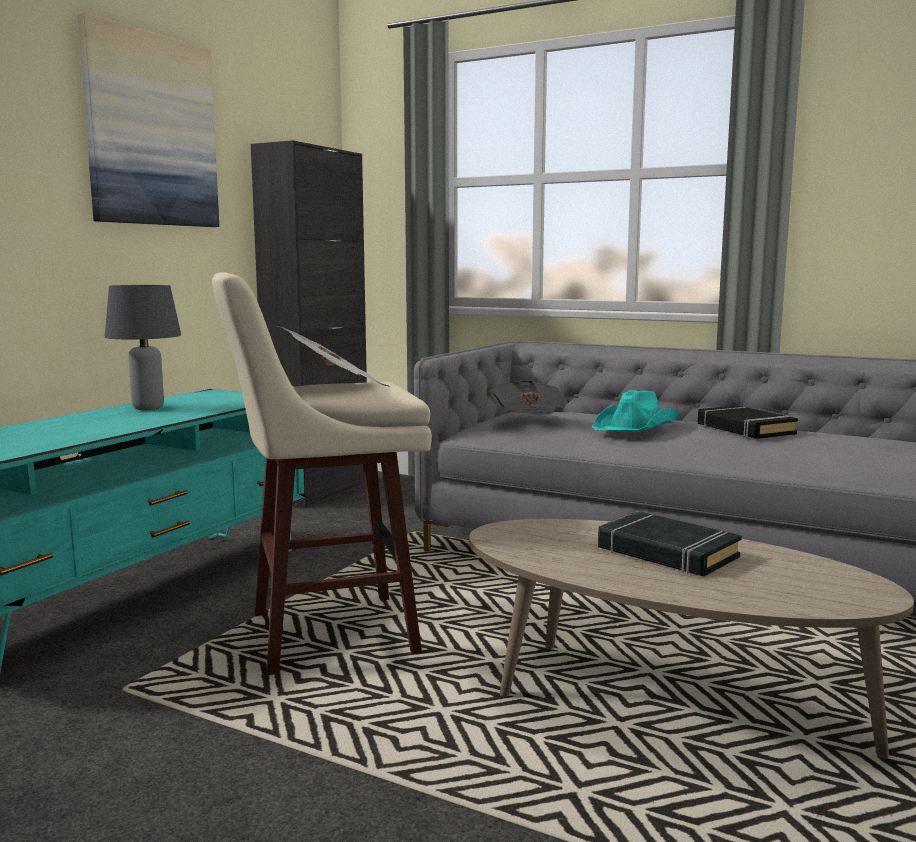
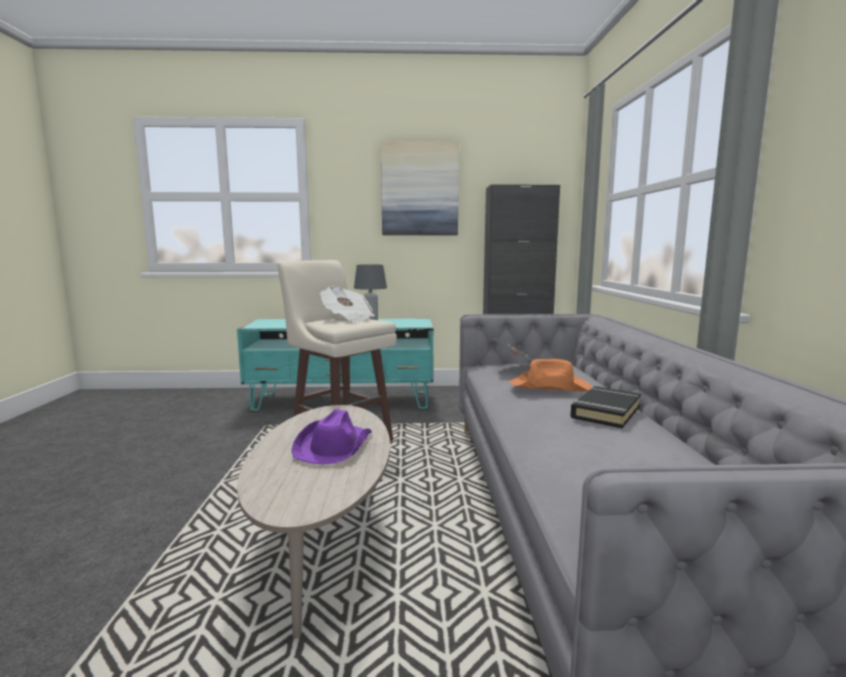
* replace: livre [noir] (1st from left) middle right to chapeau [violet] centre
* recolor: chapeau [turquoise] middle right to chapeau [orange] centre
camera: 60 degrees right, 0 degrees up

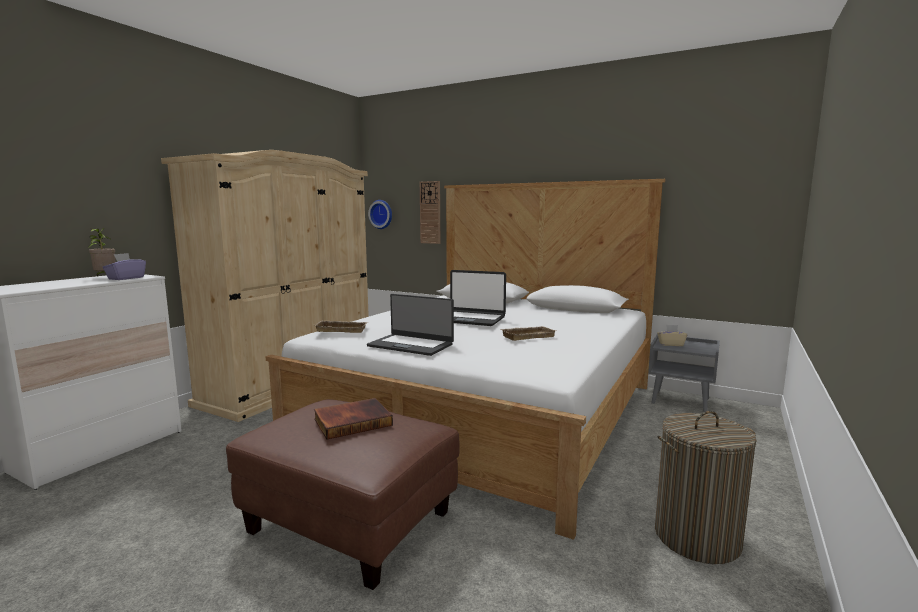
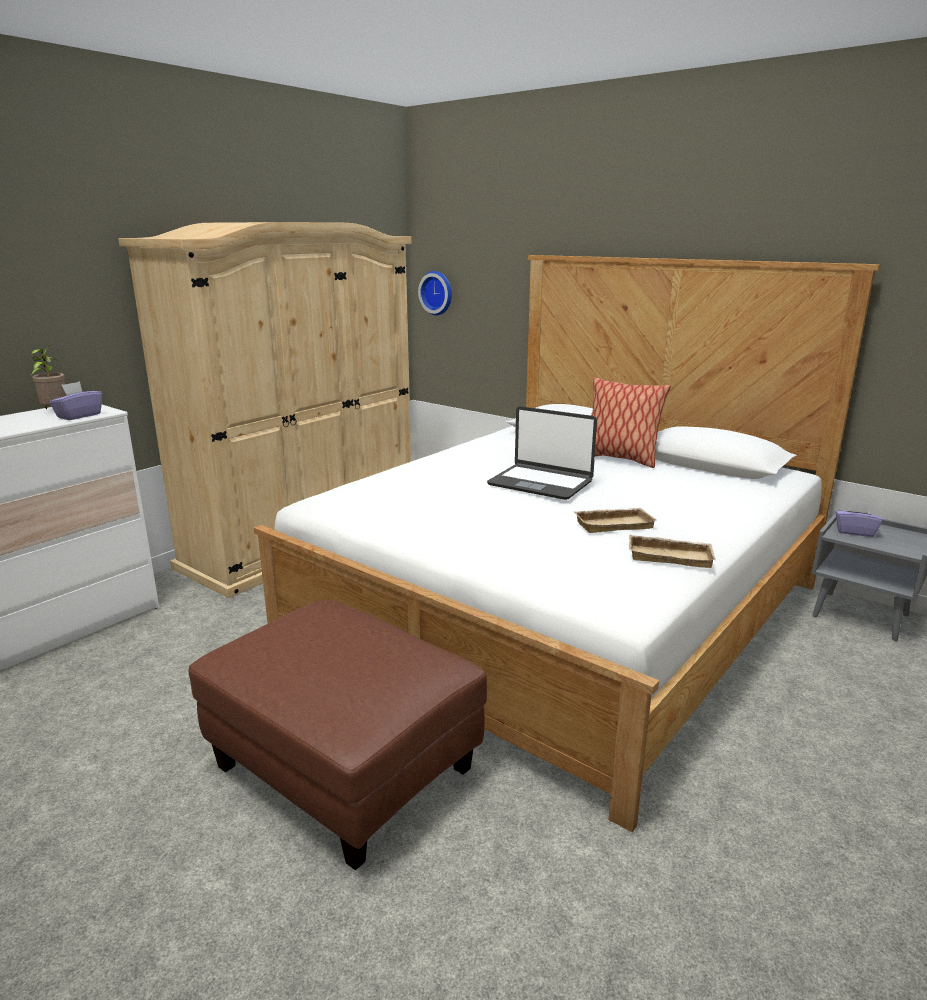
* delete: livre bottom centre
* delete: ordinateur portable (1st from left) centre
* delete: horloge murale (2nd from left) centre
* delete: panier à linge bottom right
* insert: coussin middle right
* move: plateau [beige] (1st from left in the first image) centre to plateau [beige] (2nd from left) middle right
* recolor: boîte à mouchoirs [beige] middle right to boîte à mouchoirs [violet] (2nd from left) middle right
camera: 10 degrees right, 10 degrees up

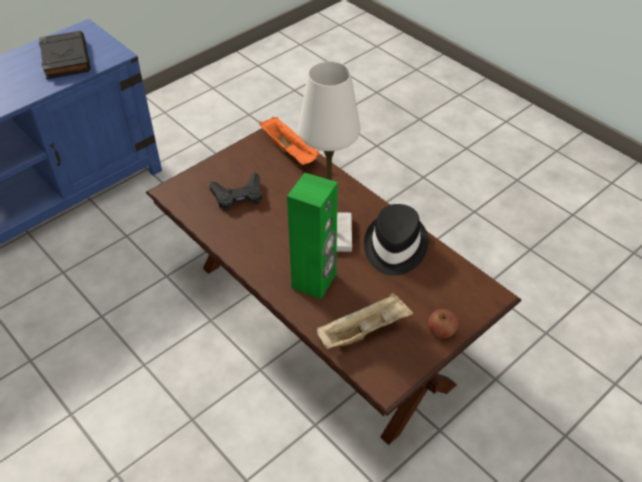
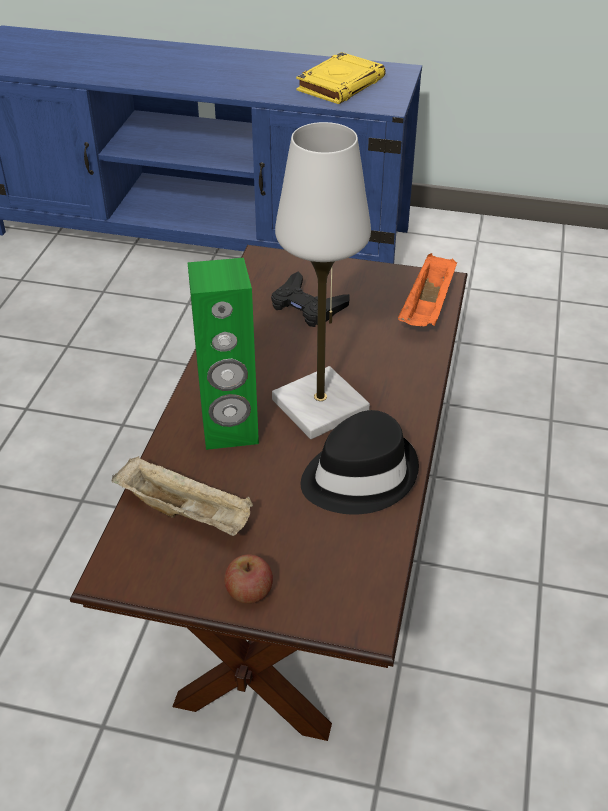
* recolor: livre [noir] top left to livre [jaune] top centre
camera: 55 degrees right, 5 degrees down

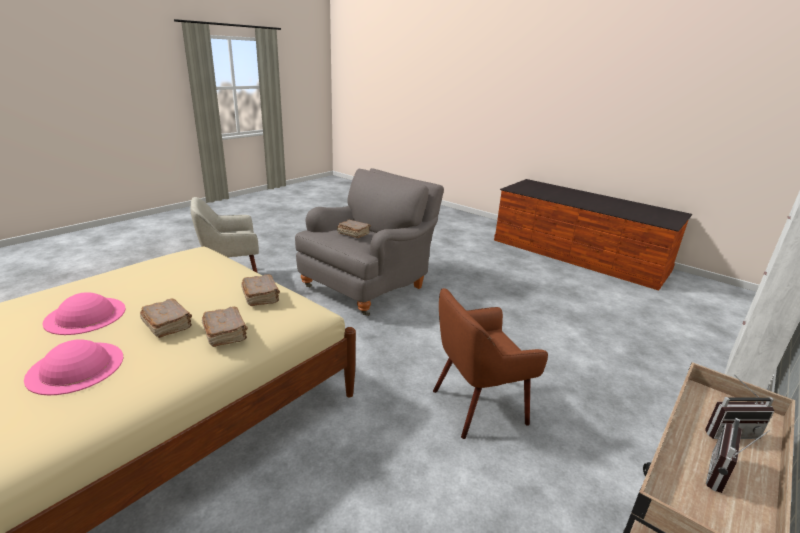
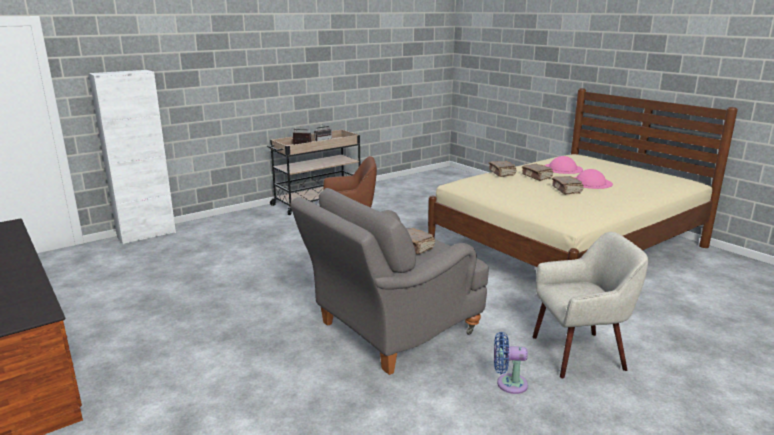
* insert: ventilateur [bleu] bottom centre
* move: livre [marron] (3rd from left in the first image) middle left to livre [marron] (4th from left) middle right
camera: 165 degrees left, 5 degrees down

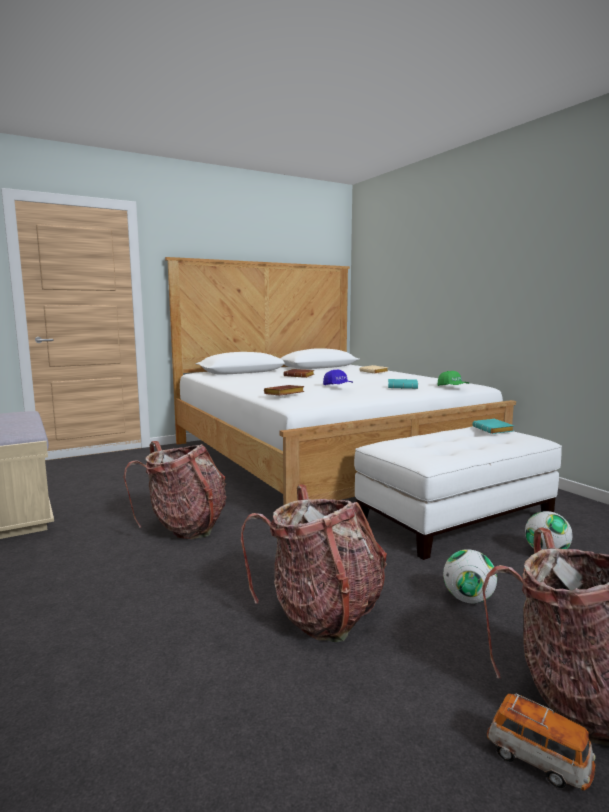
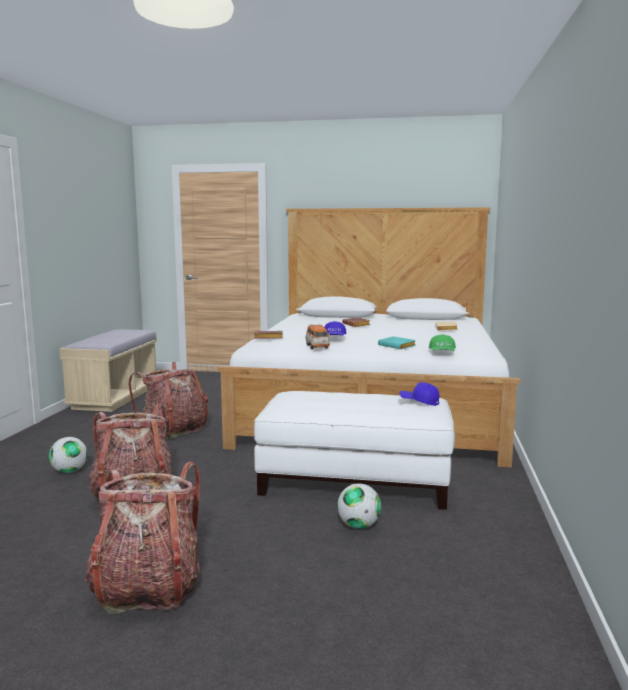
* move: ballon de foot (1st from left) bottom right to middle left
* move: petite voiture bottom right to centre
* replace: livre [turquoise] (2nd from left) middle right to casquette [bleu] (2nd from left) middle right
camera: 40 degrees right, 0 degrees up

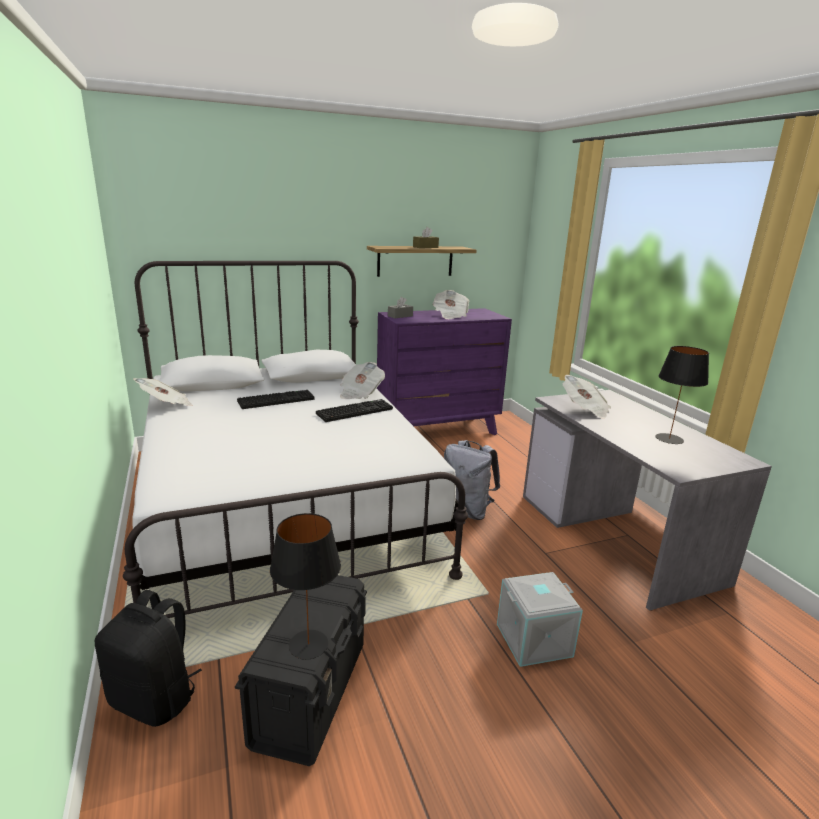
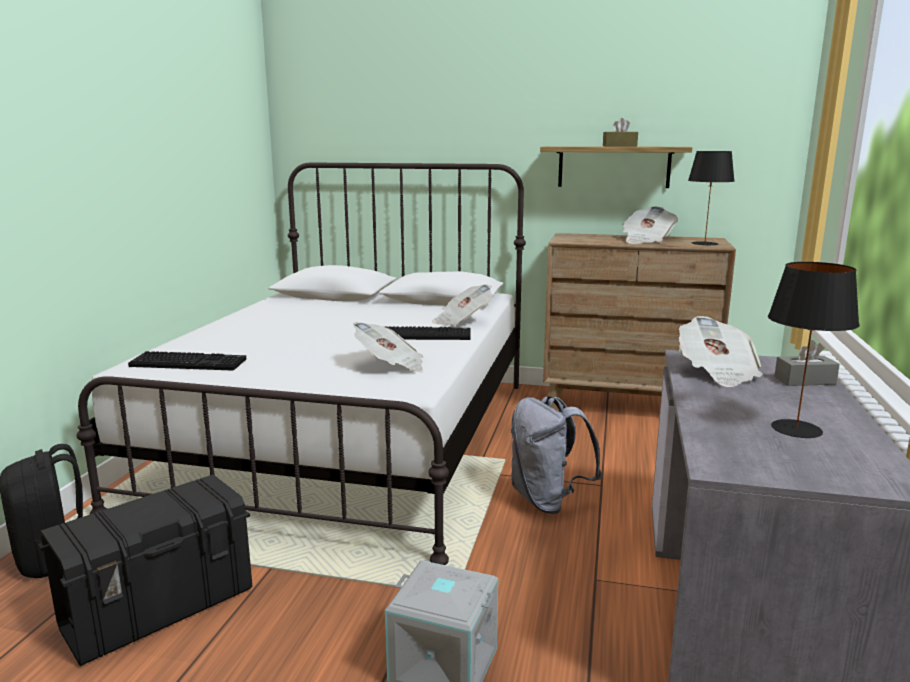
* move: journal (1st from left) middle left to centre
* move: clavier (1st from left) centre to middle left
* move: lampe de table [noir] (1st from left) bottom centre to top right
* move: boîte à mouchoirs [gris] centre to middle right
* recolor: commode [violet] centre to commode [marron] middle right
camera: 35 degrees right, 5 degrees down

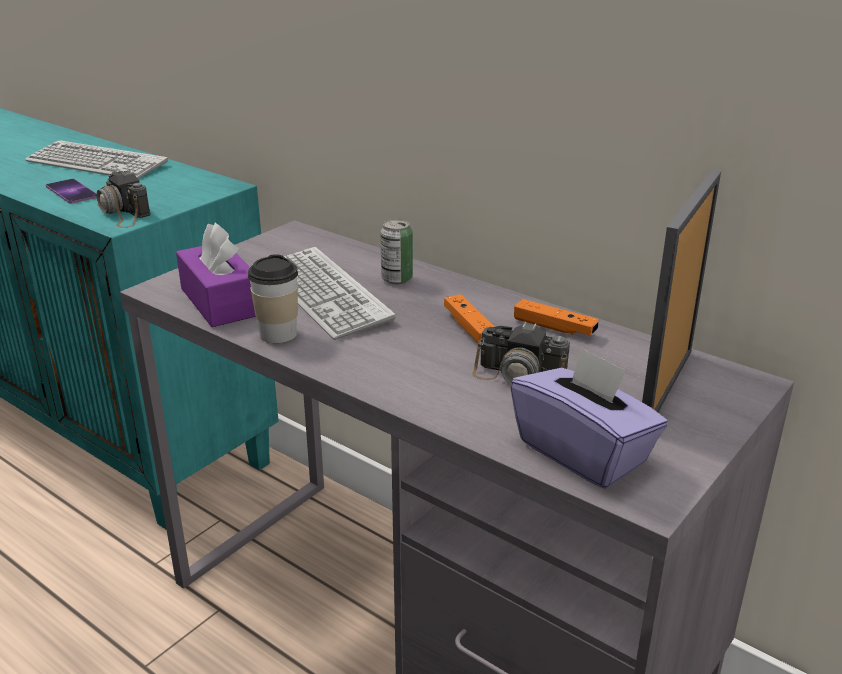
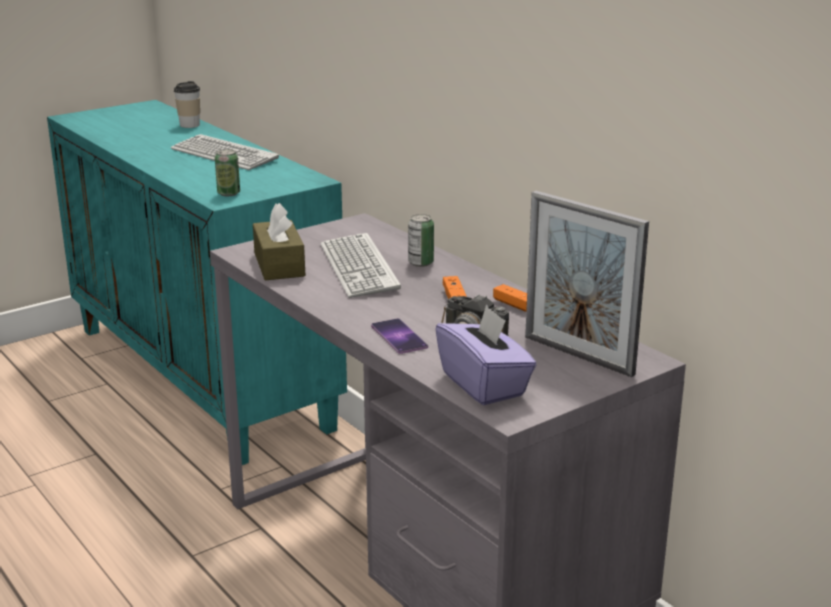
* move: téléphone top left to centre
* move: tasse middle left to top left
* replace: appareil photo (1st from left) top left to boîte métallique (1st from left) top left
* recolor: boîte à mouchoirs [violet] (1st from left) middle left to boîte à mouchoirs [marron] centre
* rotate: cadre photo middle right = middle right 90 degrees counterclockwise
camera: 15 degrees right, 5 degrees down

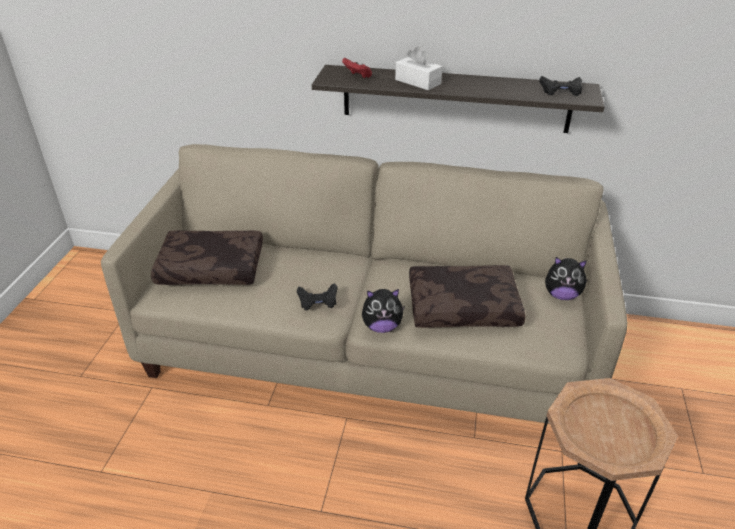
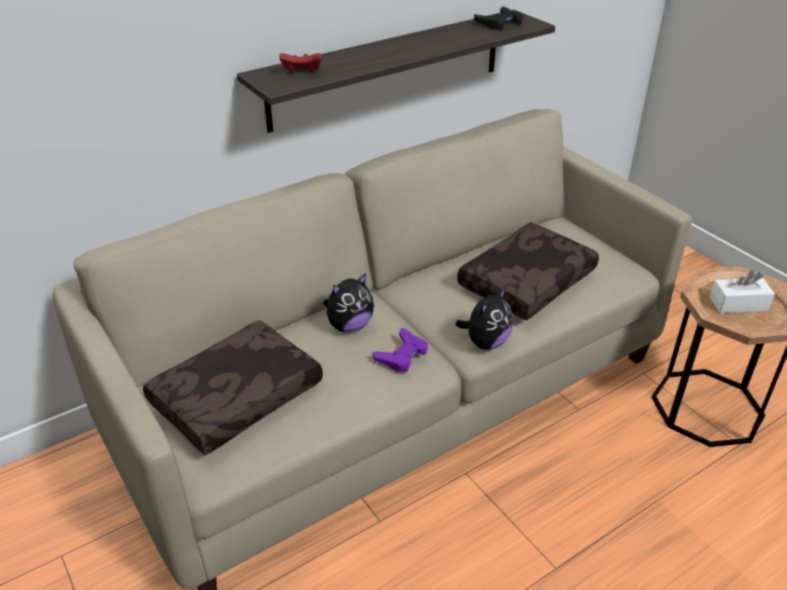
* move: boîte à mouchoirs [blanc] top centre to middle right
* move: peluche (2nd from left in the first image) middle right to peluche (1st from left) centre
* recolor: manette [noir] (1st from left) centre to manette [violet] centre
camera: 45 degrees left, 0 degrees up

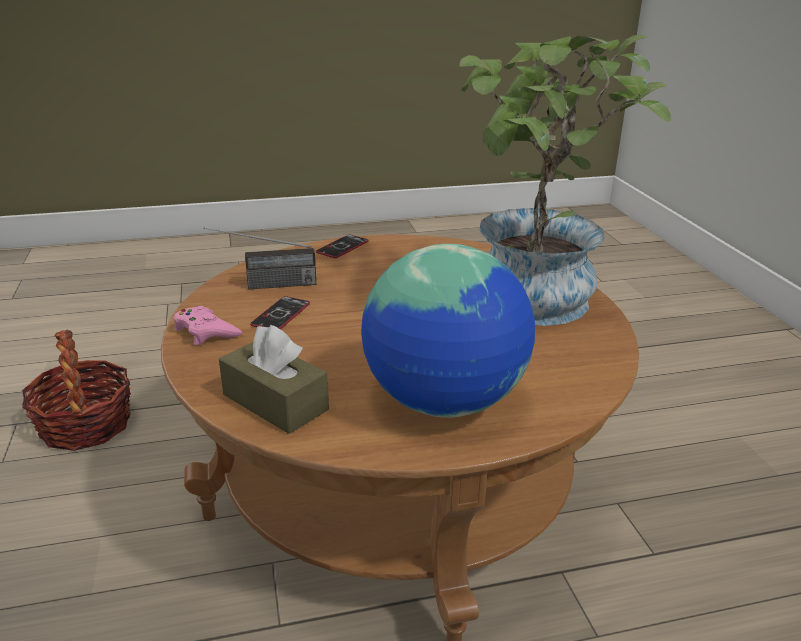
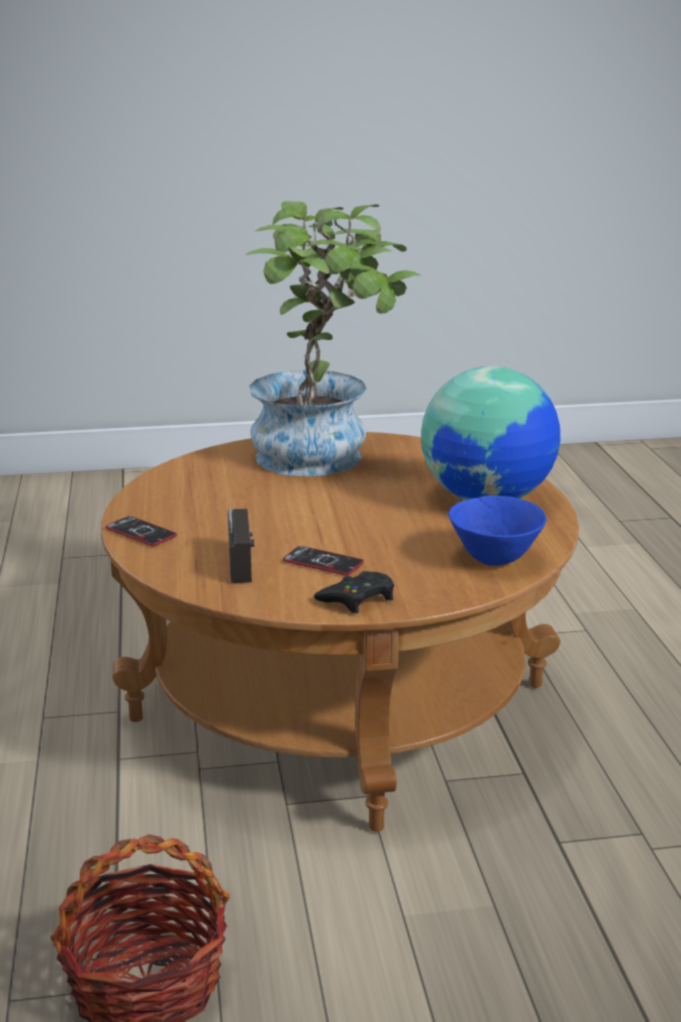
* replace: boîte à mouchoirs [marron] centre to bol [bleu] middle right
* recolor: manette [rose] middle left to manette [noir] centre
camera: 85 degrees left, 5 degrees down

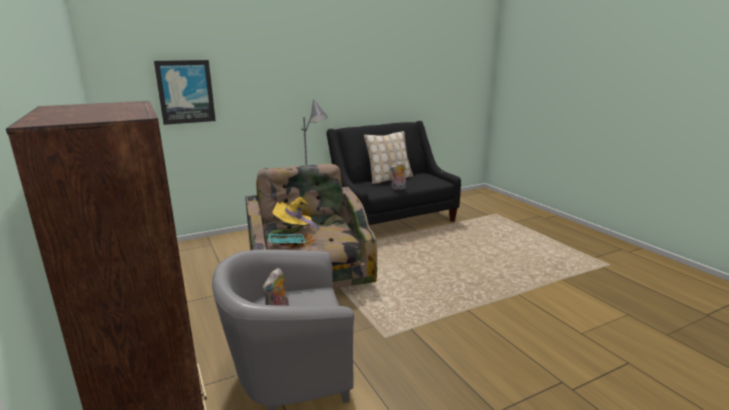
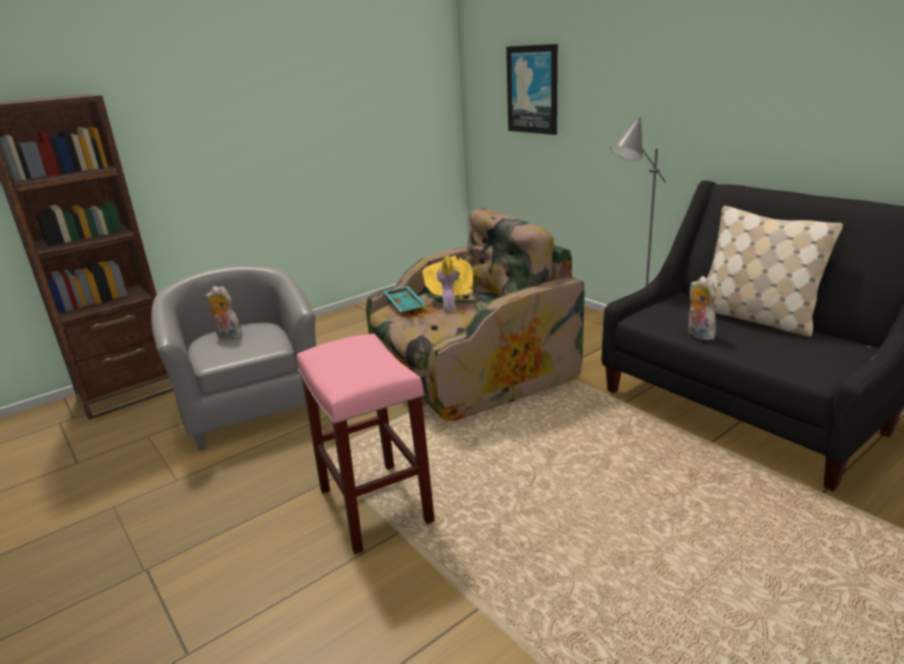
* insert: tabouret [rose] bottom centre
camera: 80 degrees right, 5 degrees up

